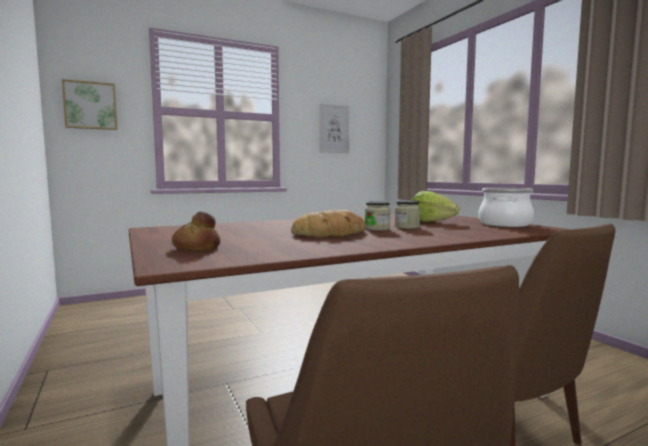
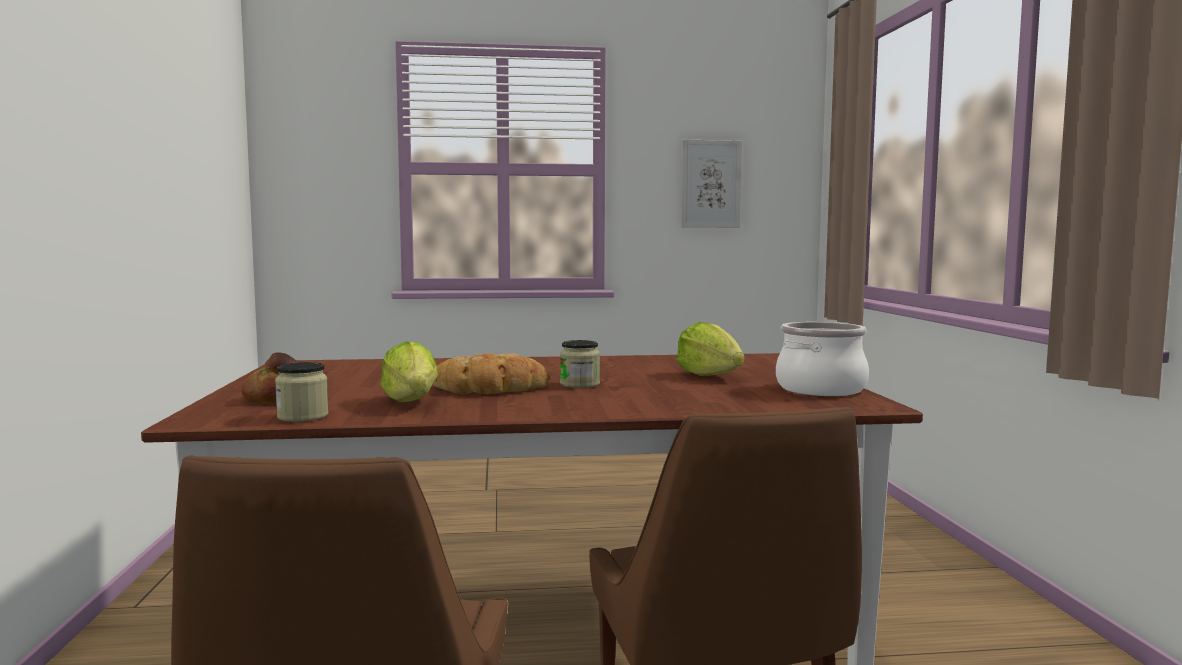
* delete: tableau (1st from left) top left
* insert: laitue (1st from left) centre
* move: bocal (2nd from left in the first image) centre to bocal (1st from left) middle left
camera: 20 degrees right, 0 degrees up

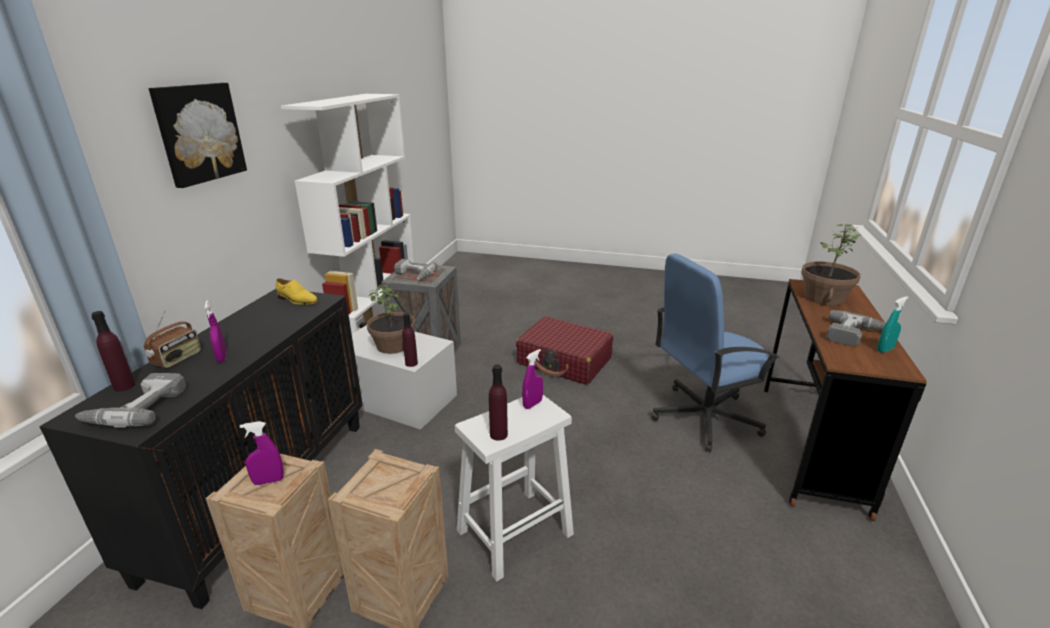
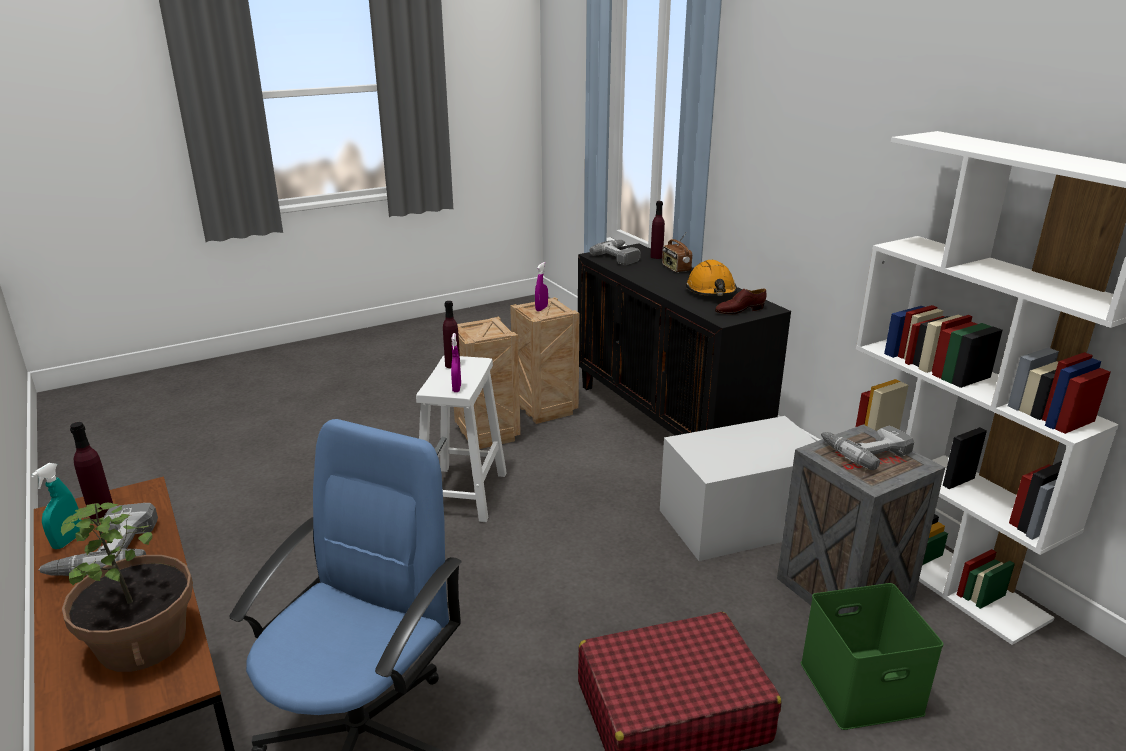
* delete: tableau top left
* delete: vaporisateur [violet] (1st from left) middle left
* delete: plante en pot (1st from left) centre
* insert: casque de chantier [orange] centre
* insert: boîte de rangement [vert] bottom right
* move: bouteille [violet] (2nd from left in the first image) centre to bouteille [violet] (1st from left) middle left
* recolor: chaussure [jaune] middle left to chaussure [marron] centre
camera: 135 degrees right, 0 degrees up

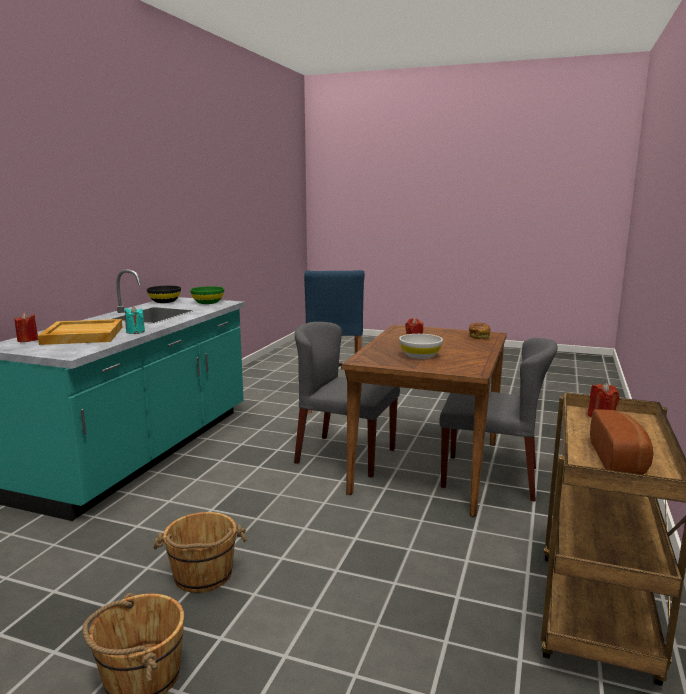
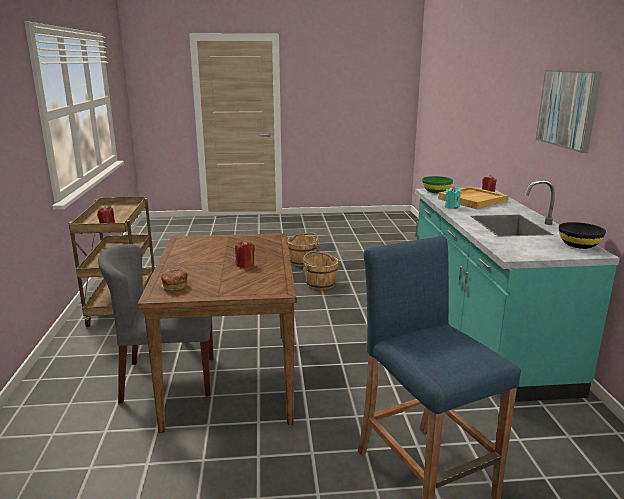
* delete: chaise [gris] (1st from left) centre
* delete: bol [blanc] centre
* delete: pain (2nd from left) middle right
* insert: tableau top right
* move: bol [vert] middle left to middle right
camera: 155 degrees right, 5 degrees up

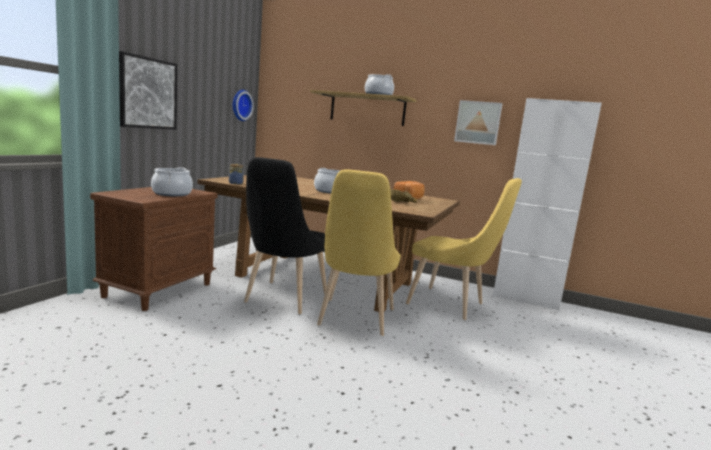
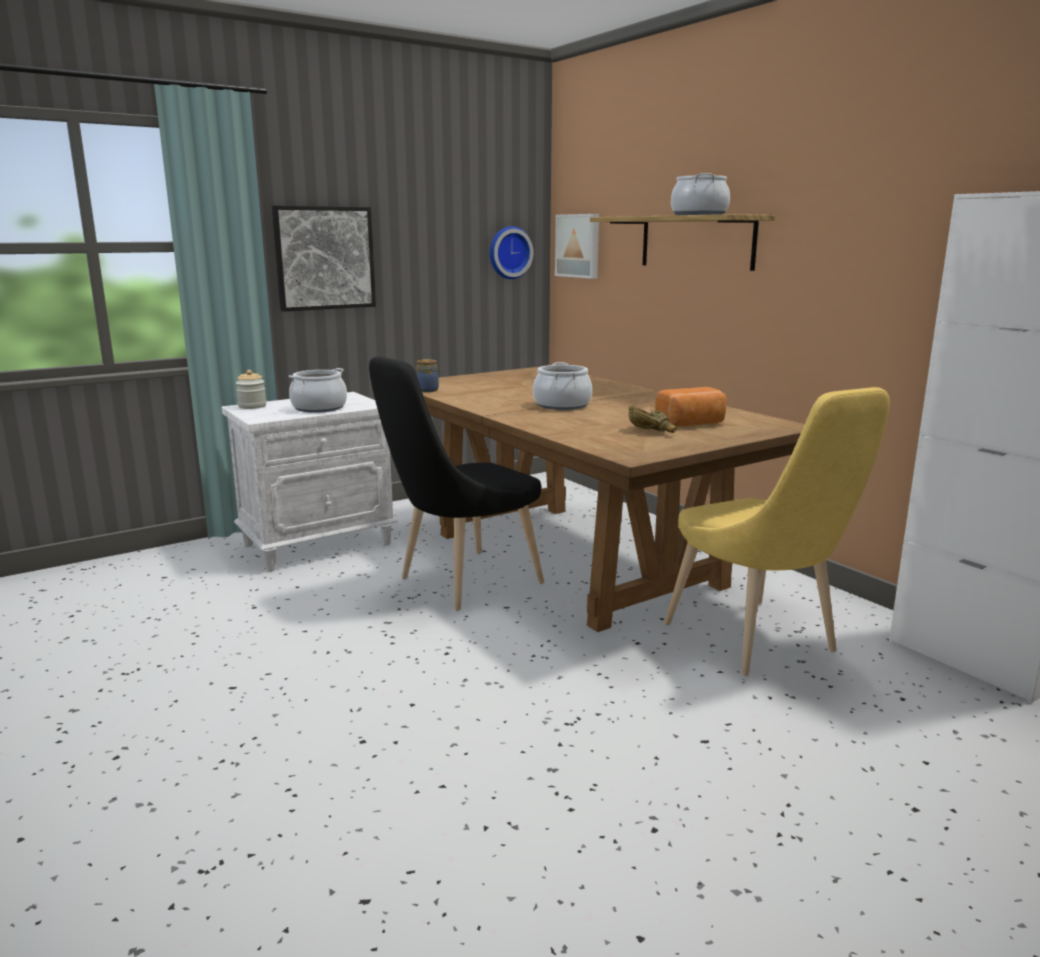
* delete: chaise [jaune] (1st from left) centre
* insert: bocal (1st from left) middle left
* move: tableau (2nd from left) top right to top centre
* recolor: table de chevet [marron] middle left to table de chevet [blanc] middle left
camera: 35 degrees right, 5 degrees up

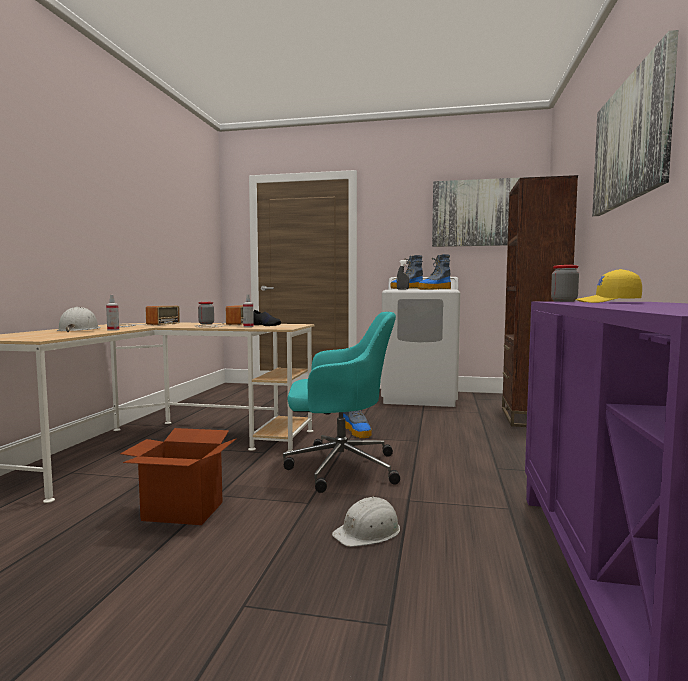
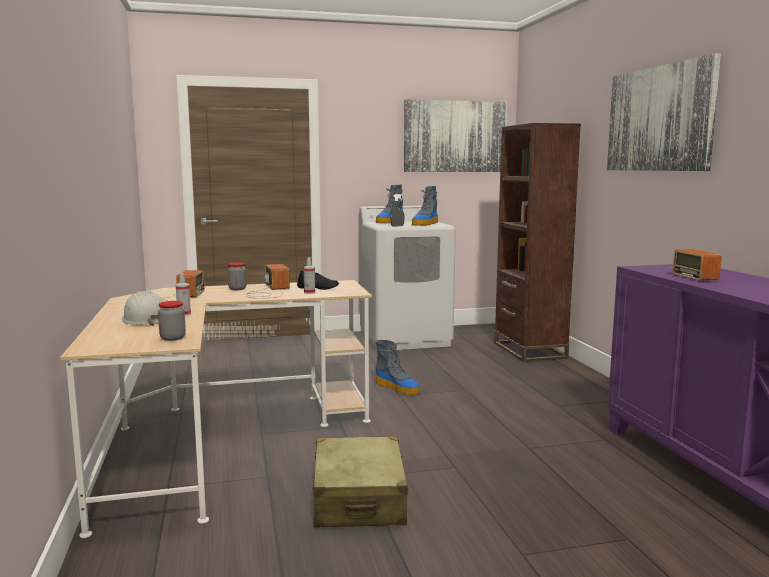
* delete: chaise de bureau [turquoise] centre
* delete: casque de chantier [blanc] (2nd from left) bottom centre
* move: bocal (2nd from left in the first image) middle right to bocal (1st from left) middle left
* replace: carton bottom left to valise [beige] bottom centre
* replace: casquette [jaune] middle right to radio (3rd from left) middle right
camera: 25 degrees left, 5 degrees up

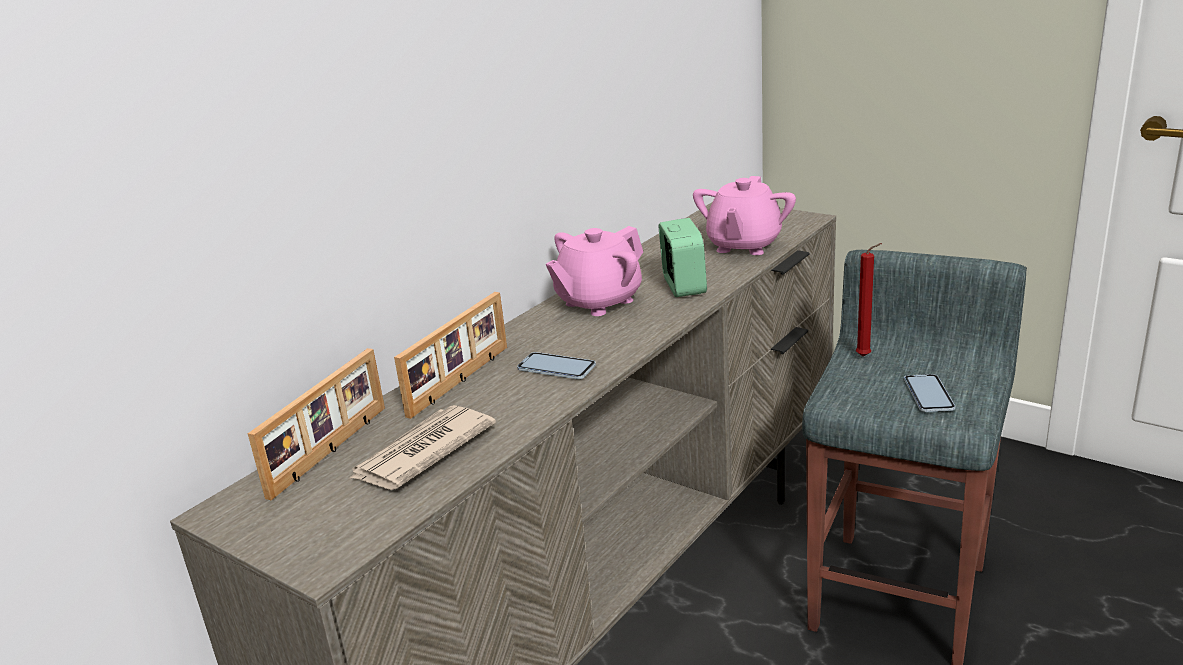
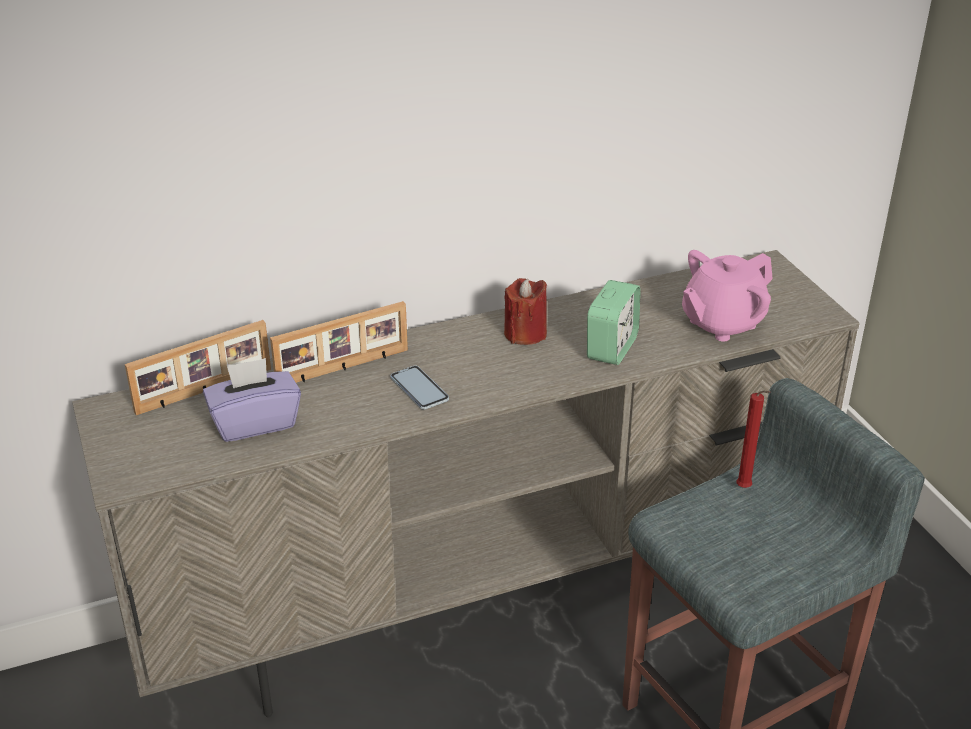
* delete: téléphone (2nd from left) middle right
* replace: journal bottom centre to boîte à mouchoirs [violet] middle left
* replace: théière [rose] (1st from left) centre to bougie [rouge] (1st from left) centre
camera: 30 degrees right, 10 degrees up

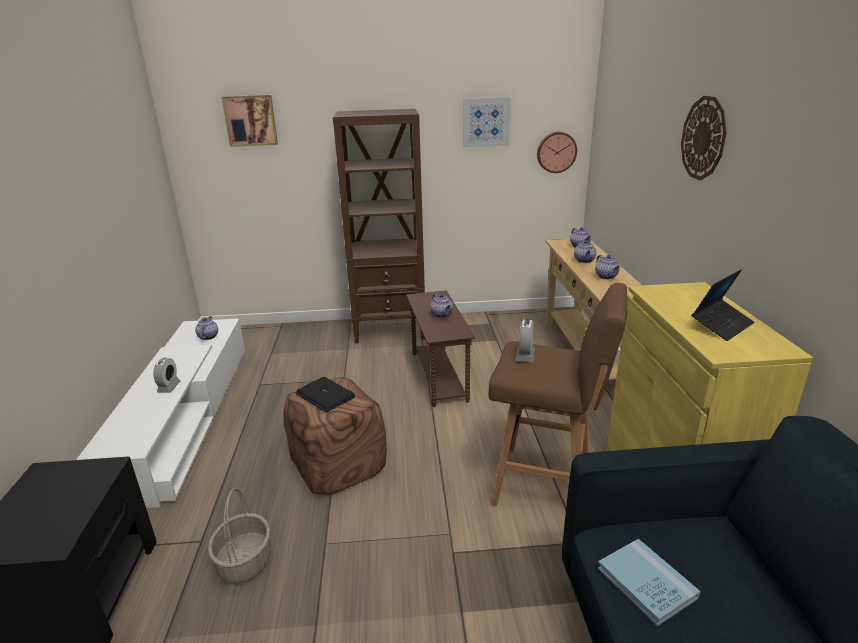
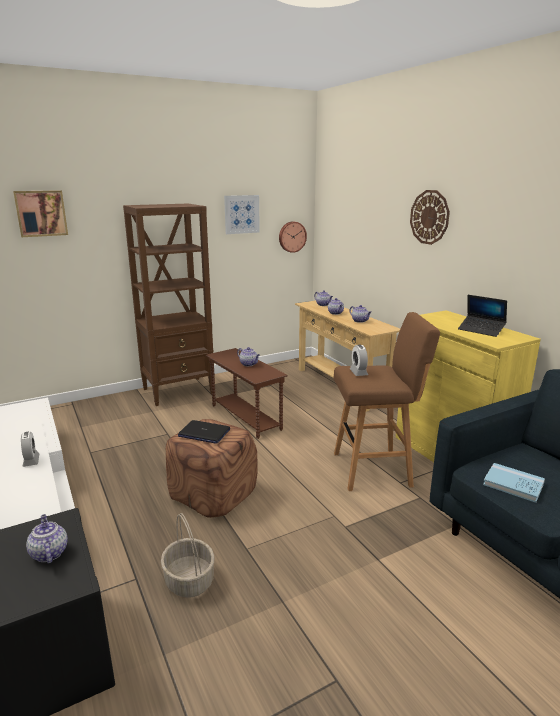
* move: théière (1st from left) middle left to bottom left
* rotate: ordinateur portable (2nd from left) middle right = middle right 105 degrees clockwise
camera: 25 degrees left, 5 degrees down

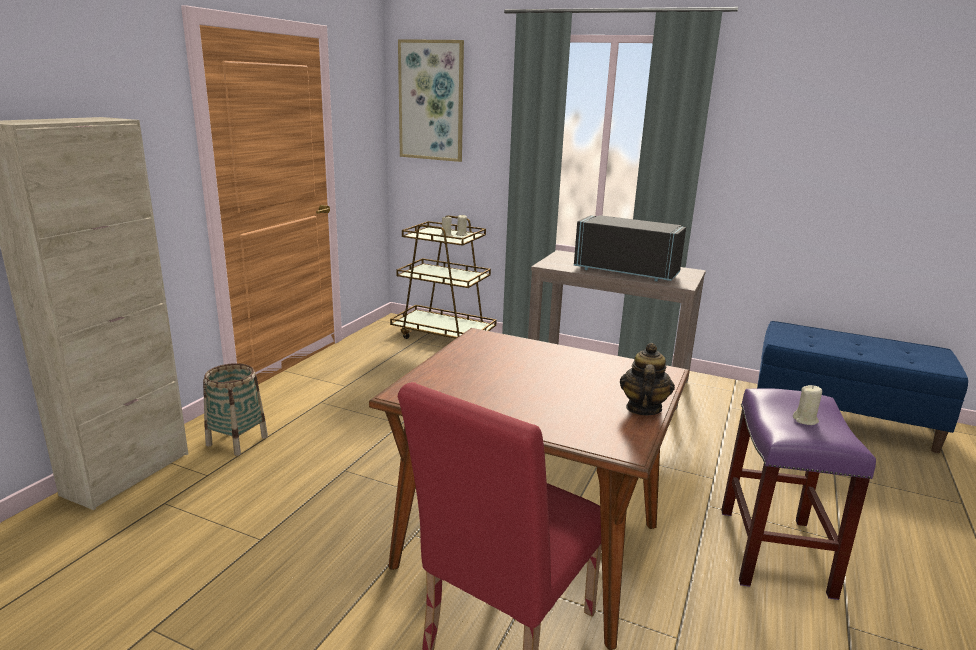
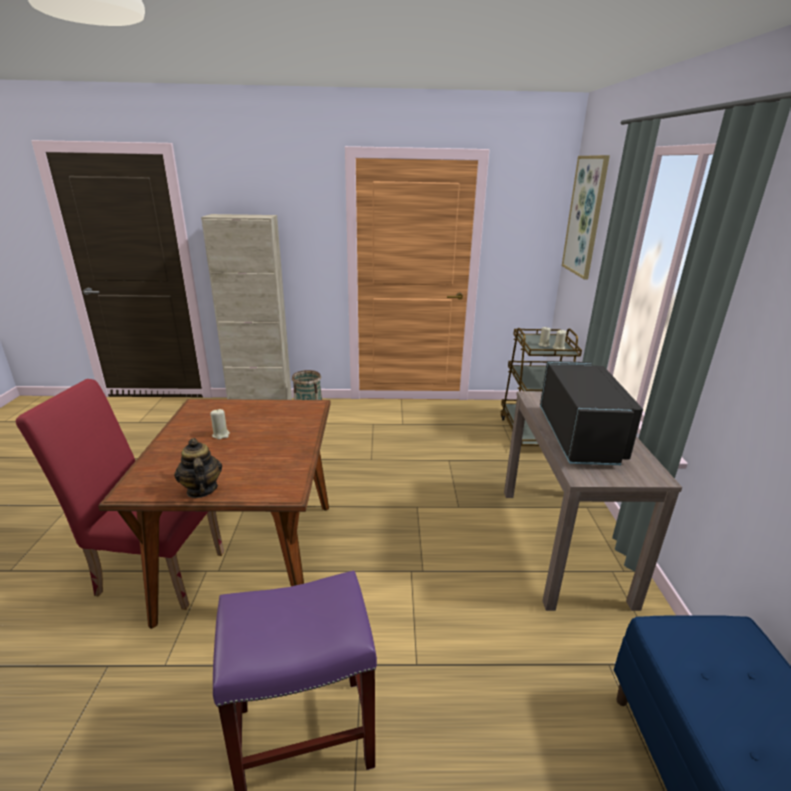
* move: bougie [beige] (3rd from left in the first image) middle right to bougie [beige] (1st from left) middle left
* rotate: théière centre = middle left 105 degrees counterclockwise
camera: 65 degrees right, 5 degrees up

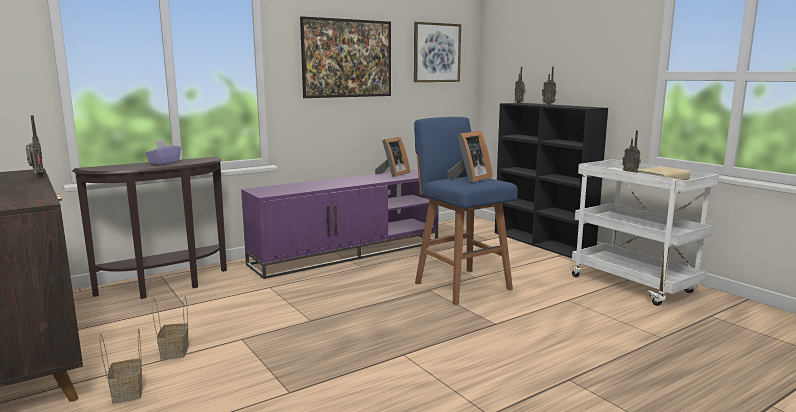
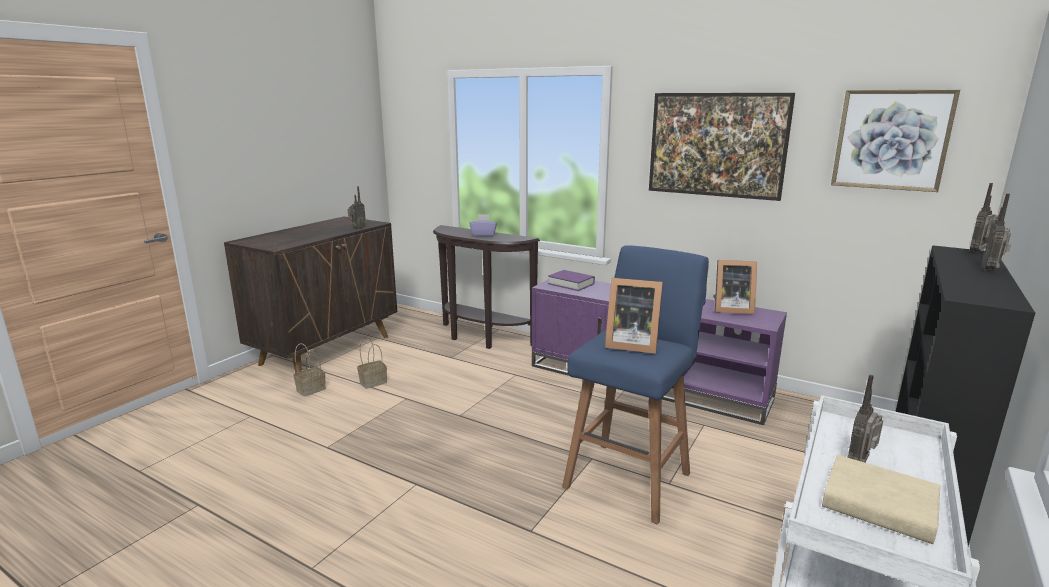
* insert: livre [violet] centre
camera: 65 degrees right, 5 degrees up

